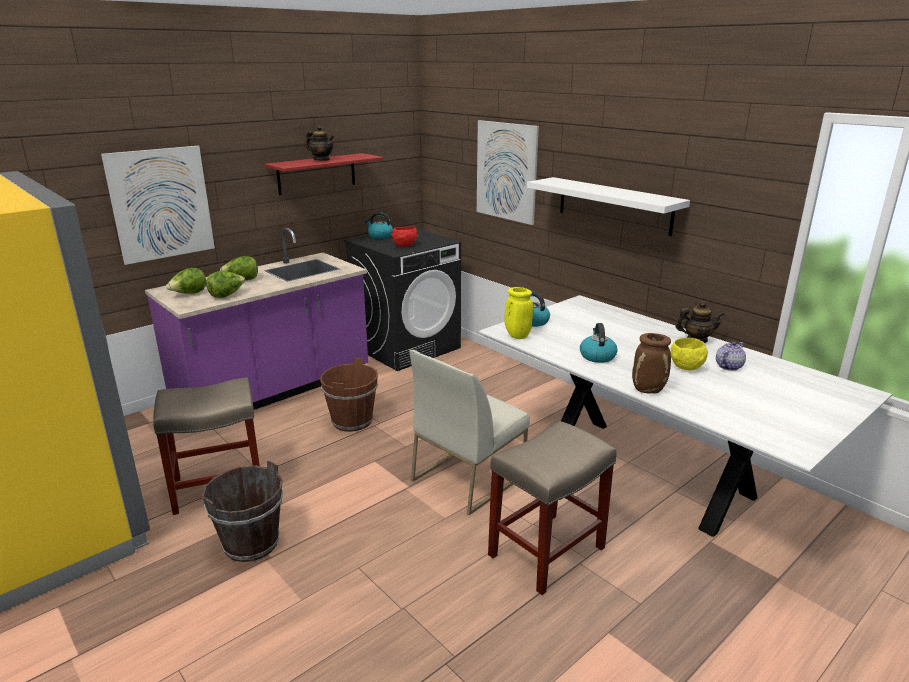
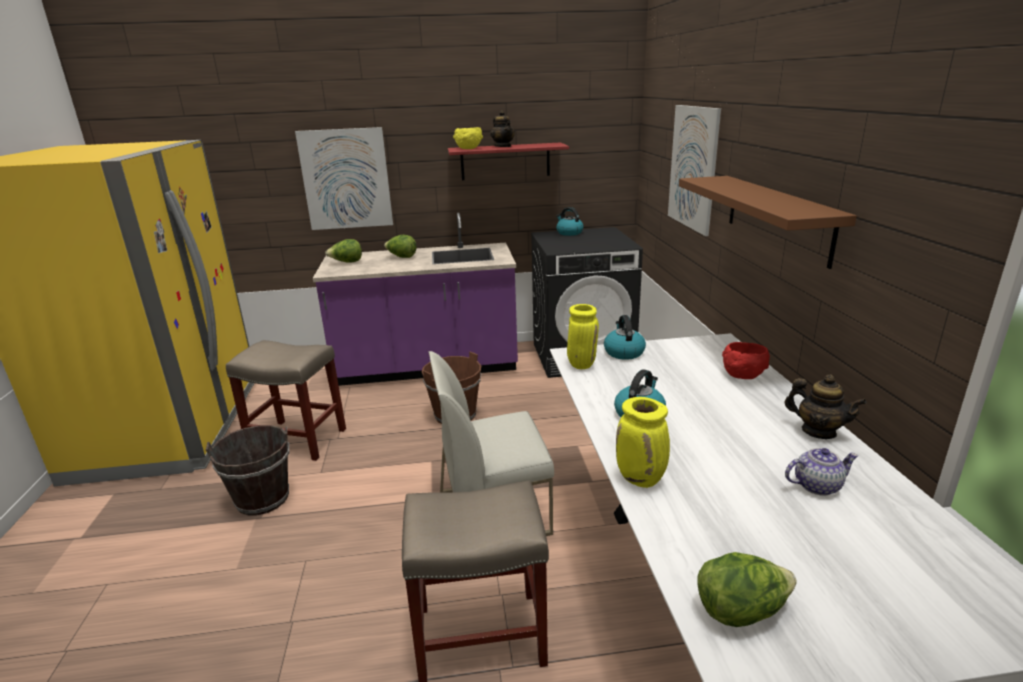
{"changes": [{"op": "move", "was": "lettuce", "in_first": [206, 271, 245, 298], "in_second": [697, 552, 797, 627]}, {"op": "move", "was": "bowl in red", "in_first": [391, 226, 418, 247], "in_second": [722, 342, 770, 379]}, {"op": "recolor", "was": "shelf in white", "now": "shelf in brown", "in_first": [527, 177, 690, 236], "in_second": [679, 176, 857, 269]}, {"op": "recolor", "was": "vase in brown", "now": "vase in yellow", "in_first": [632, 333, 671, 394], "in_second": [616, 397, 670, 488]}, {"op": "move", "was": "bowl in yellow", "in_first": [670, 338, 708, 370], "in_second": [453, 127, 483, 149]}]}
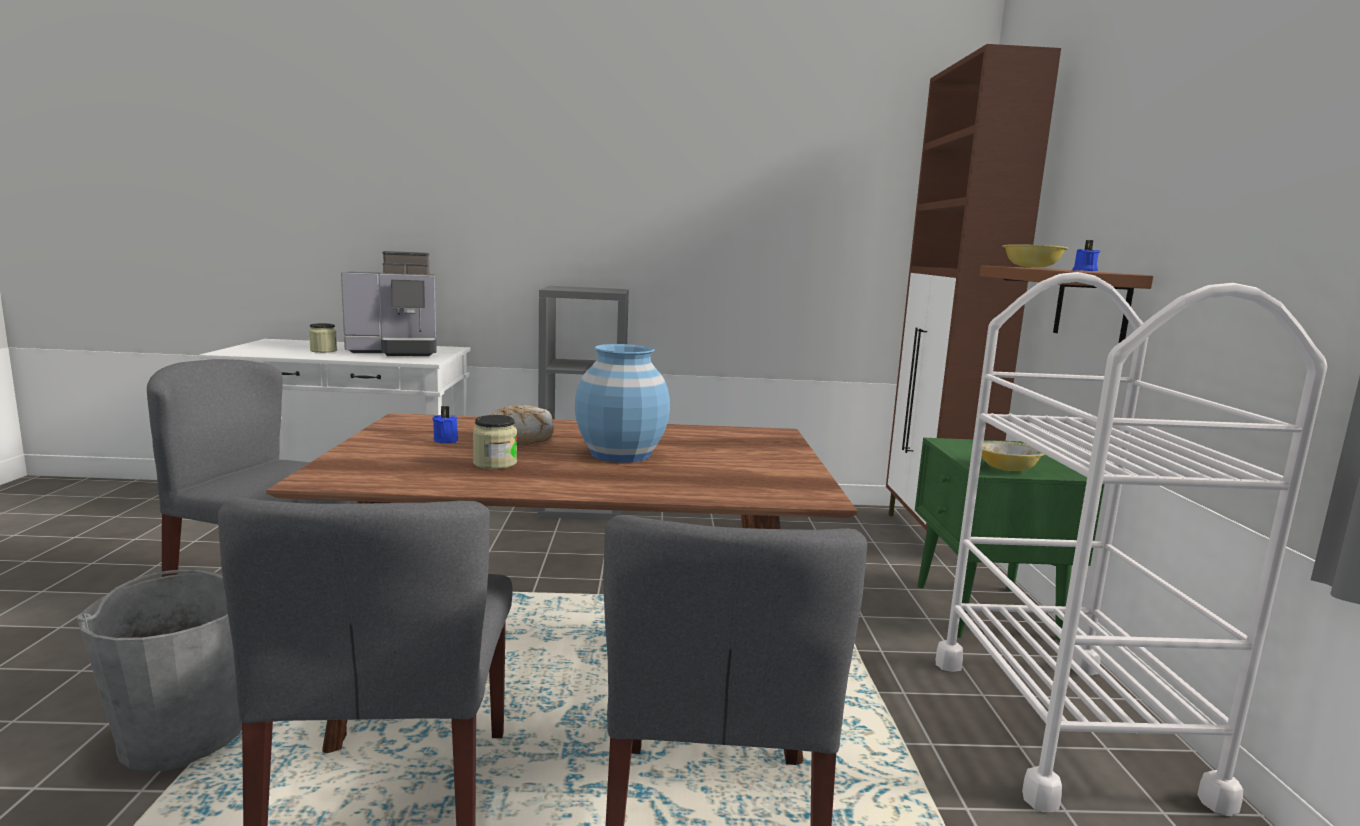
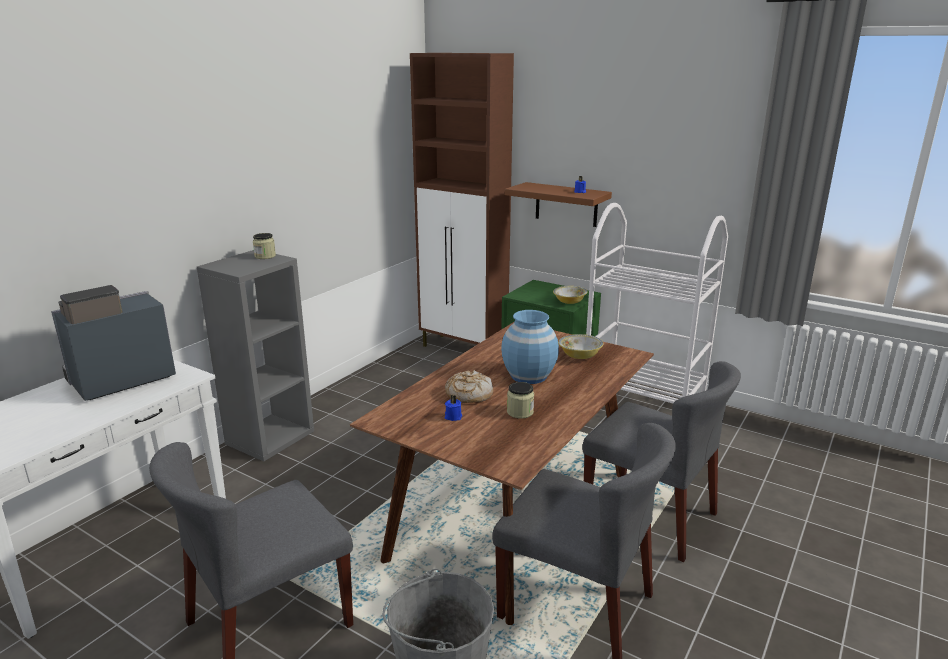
{"changes": [{"op": "move", "was": "jar", "in_first": [309, 323, 337, 353], "in_second": [253, 233, 276, 259]}, {"op": "rotate", "was": "coffee machine", "in_first": [341, 251, 437, 356], "in_second": [51, 285, 176, 401], "clockwise": -150}, {"op": "move", "was": "bowl", "in_first": [1002, 244, 1068, 268], "in_second": [558, 334, 604, 359]}]}
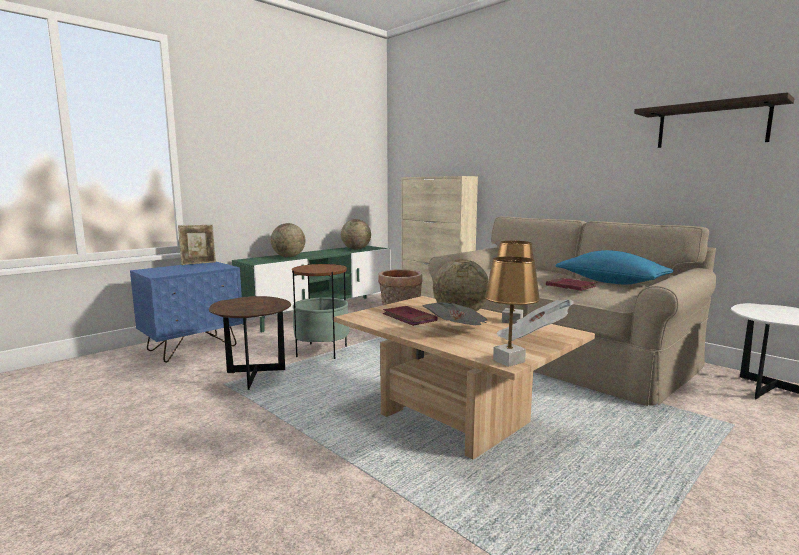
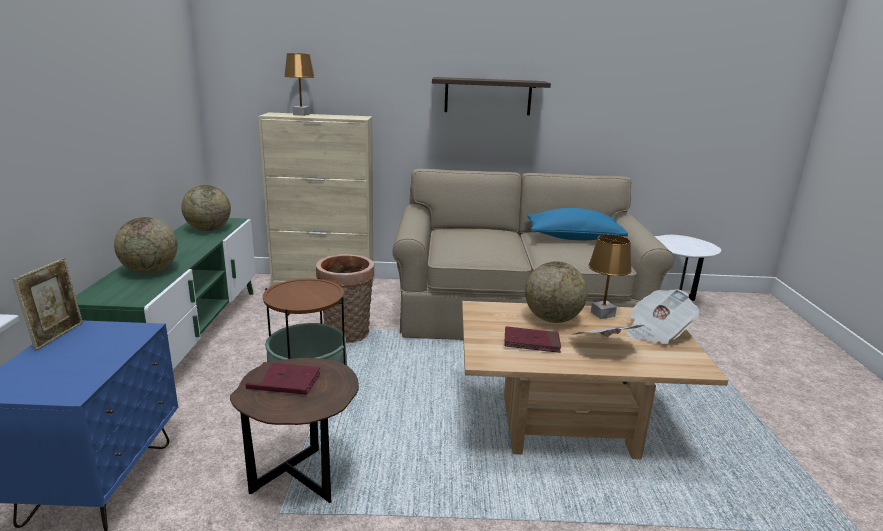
{"changes": [{"op": "move", "was": "table lamp in brown", "in_first": [484, 257, 540, 367], "in_second": [284, 53, 315, 116]}, {"op": "move", "was": "book in red", "in_first": [546, 278, 596, 291], "in_second": [246, 362, 321, 395]}, {"op": "move", "was": "shelf", "in_first": [634, 92, 794, 148], "in_second": [432, 77, 551, 115]}]}
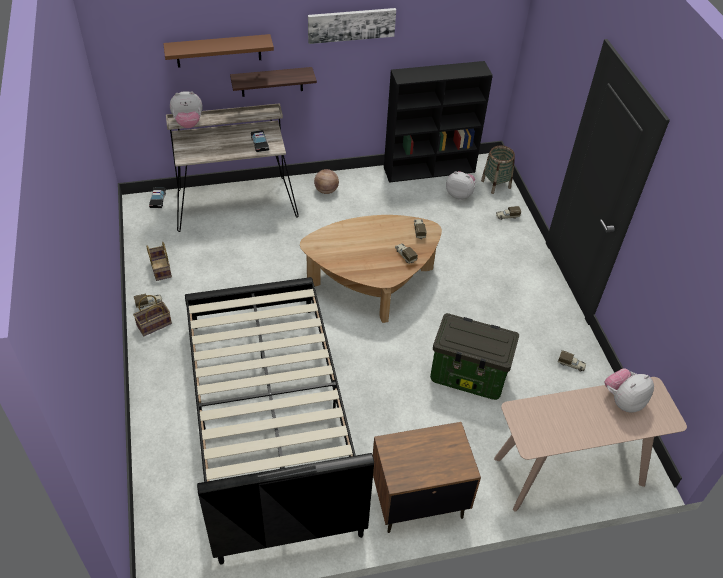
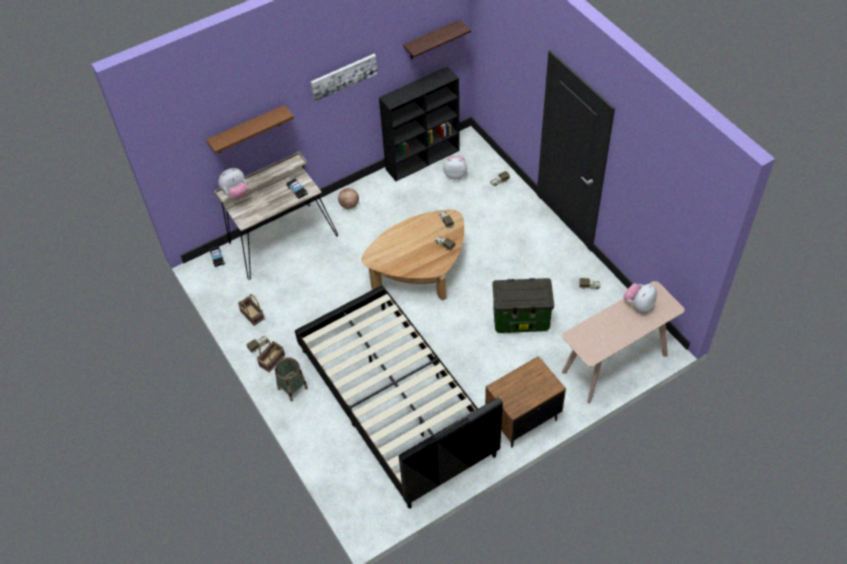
{"changes": [{"op": "move", "was": "shelf", "in_first": [230, 67, 317, 97], "in_second": [403, 20, 471, 59]}, {"op": "move", "was": "basket", "in_first": [481, 146, 515, 194], "in_second": [275, 357, 308, 402]}]}
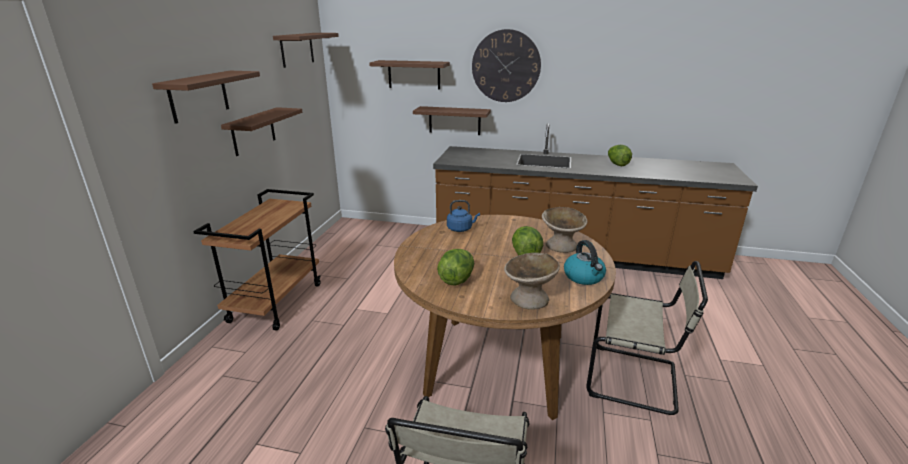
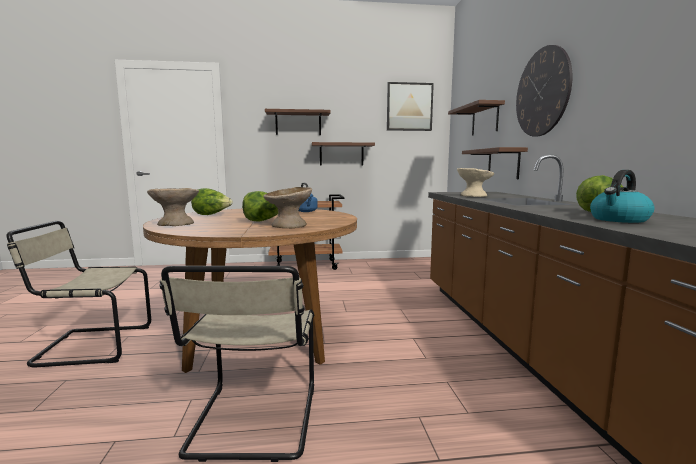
{"changes": [{"op": "replace", "was": "shelf in brown", "now": "picture", "in_first": [273, 33, 339, 68], "in_second": [387, 82, 434, 131]}, {"op": "move", "was": "kettle", "in_first": [564, 240, 606, 285], "in_second": [590, 170, 654, 223]}, {"op": "insert", "now": "bowl in beige", "in_second": [457, 168, 494, 197]}]}
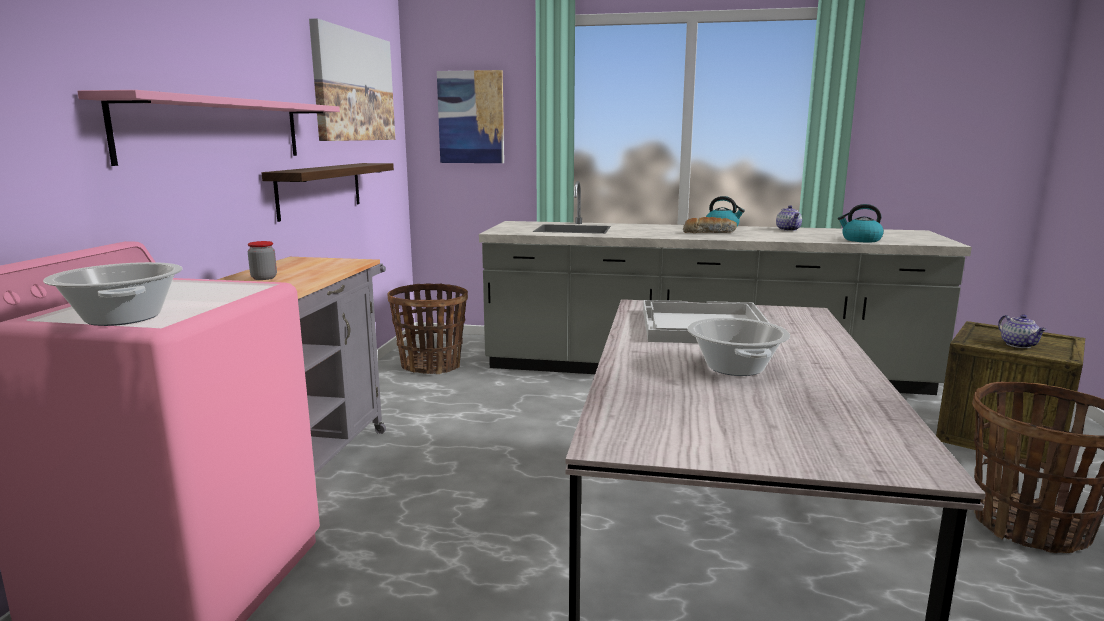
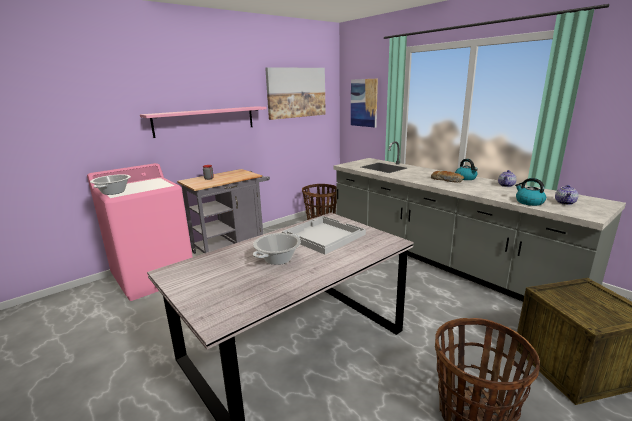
{"changes": [{"op": "delete", "was": "shelf", "in_first": [262, 163, 394, 222]}, {"op": "move", "was": "teapot", "in_first": [998, 314, 1047, 348], "in_second": [555, 185, 578, 205]}]}
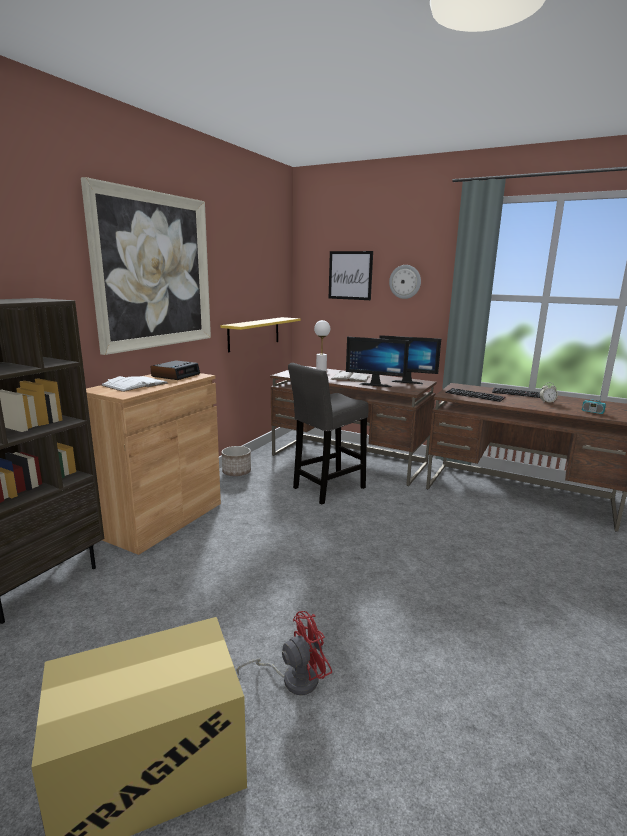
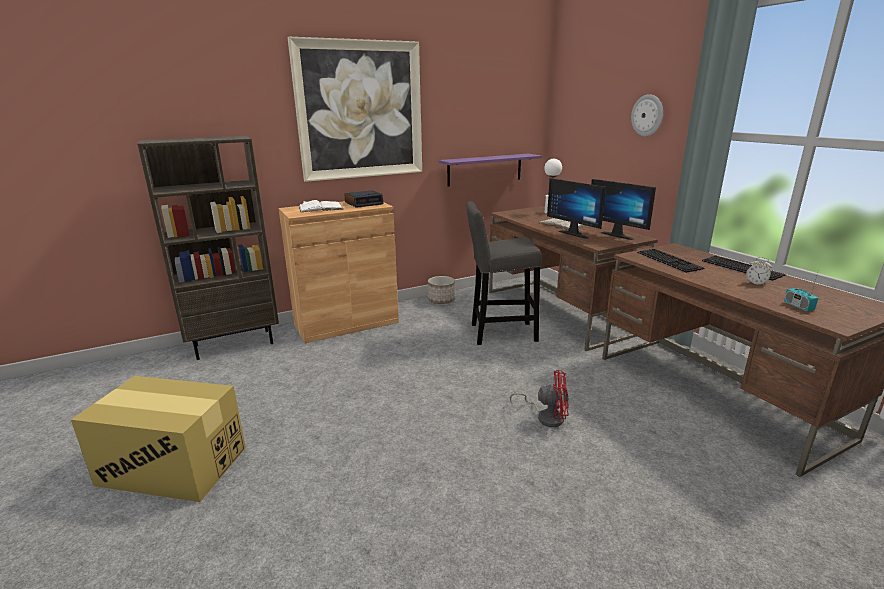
{"changes": [{"op": "recolor", "was": "shelf in yellow", "now": "shelf in purple", "in_first": [220, 317, 300, 352], "in_second": [438, 154, 542, 187]}, {"op": "move", "was": "fan in red", "in_first": [236, 611, 332, 695], "in_second": [510, 370, 569, 427]}, {"op": "delete", "was": "picture", "in_first": [329, 251, 373, 300]}]}
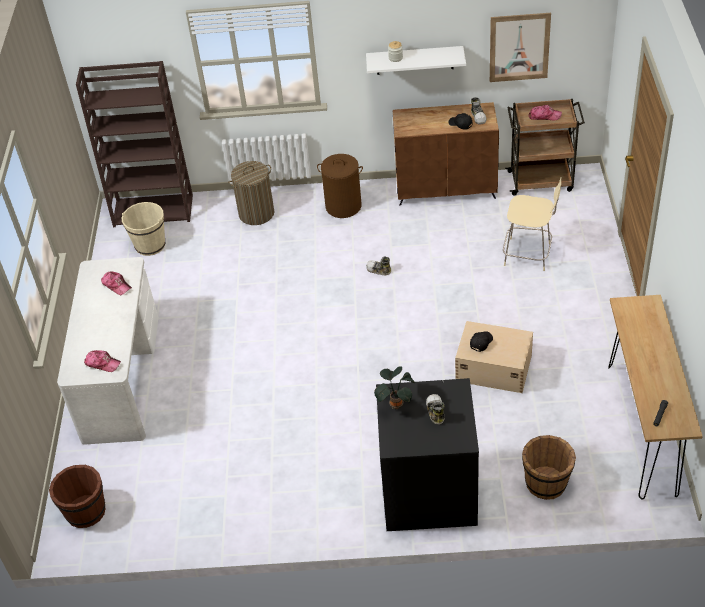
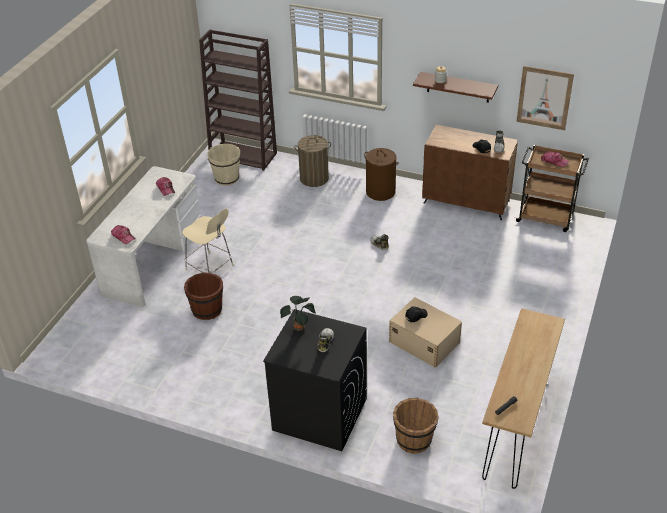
{"changes": [{"op": "move", "was": "bucket in brown", "in_first": [49, 465, 106, 528], "in_second": [184, 273, 223, 320]}, {"op": "recolor", "was": "shelf in white", "now": "shelf in brown", "in_first": [366, 46, 466, 75], "in_second": [413, 72, 498, 103]}, {"op": "move", "was": "chair in beige", "in_first": [503, 177, 562, 271], "in_second": [182, 209, 233, 273]}]}
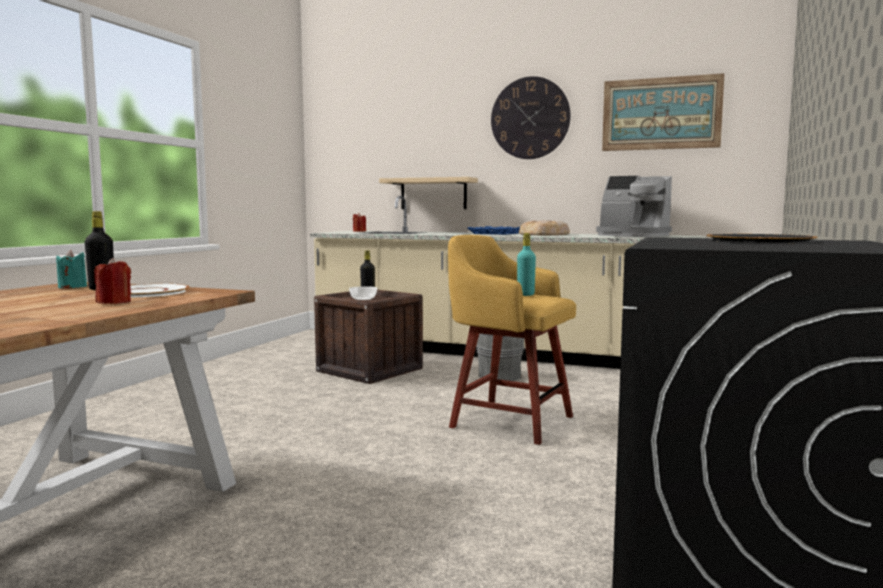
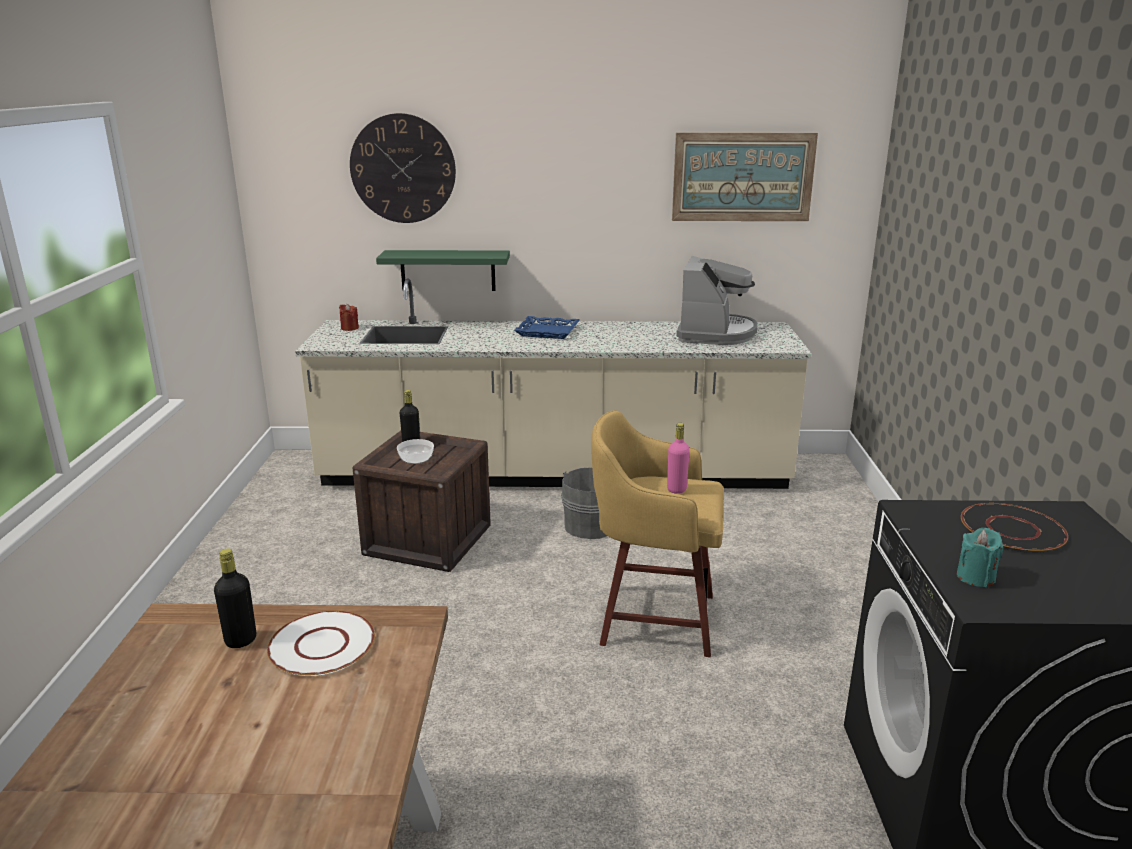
{"changes": [{"op": "move", "was": "candle in turquoise", "in_first": [56, 250, 87, 288], "in_second": [957, 528, 1003, 588]}, {"op": "delete", "was": "candle in red", "in_first": [94, 258, 131, 304]}, {"op": "recolor", "was": "shelf in beige", "now": "shelf in green", "in_first": [379, 177, 478, 209], "in_second": [376, 250, 510, 291]}, {"op": "move", "was": "wall clock", "in_first": [491, 76, 571, 159], "in_second": [350, 113, 456, 223]}, {"op": "recolor", "was": "bottle in turquoise", "now": "bottle in pink", "in_first": [517, 233, 536, 296], "in_second": [667, 423, 690, 494]}, {"op": "delete", "was": "bread", "in_first": [519, 220, 570, 235]}, {"op": "rotate", "was": "coffee machine", "in_first": [596, 176, 672, 237], "in_second": [676, 256, 758, 345], "clockwise": -90}]}
